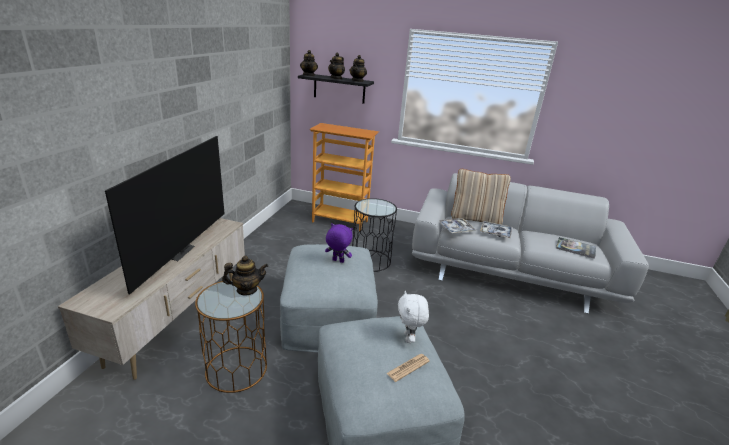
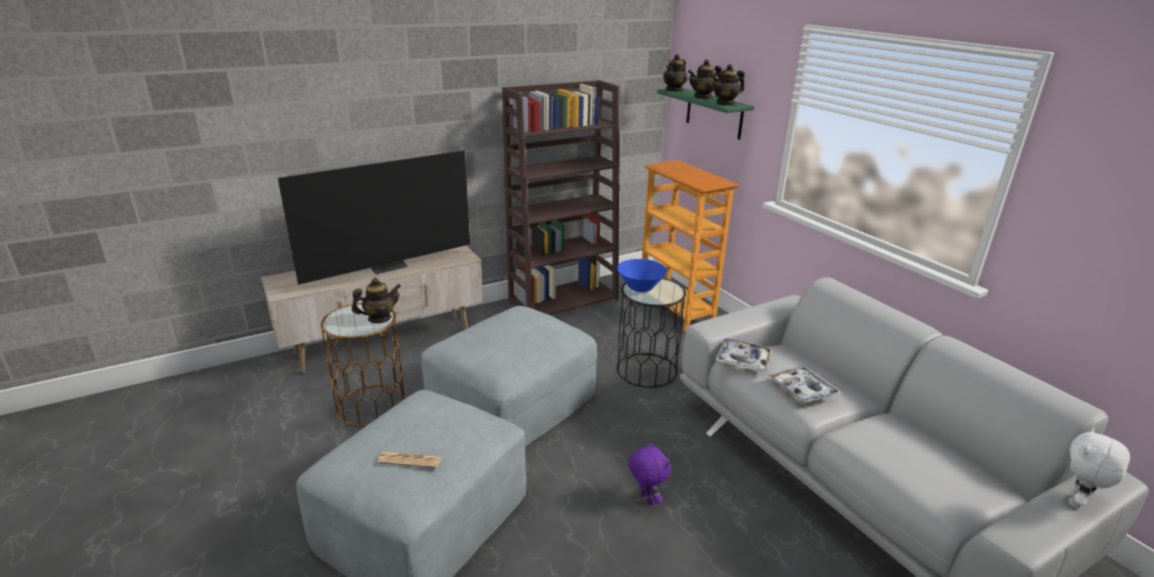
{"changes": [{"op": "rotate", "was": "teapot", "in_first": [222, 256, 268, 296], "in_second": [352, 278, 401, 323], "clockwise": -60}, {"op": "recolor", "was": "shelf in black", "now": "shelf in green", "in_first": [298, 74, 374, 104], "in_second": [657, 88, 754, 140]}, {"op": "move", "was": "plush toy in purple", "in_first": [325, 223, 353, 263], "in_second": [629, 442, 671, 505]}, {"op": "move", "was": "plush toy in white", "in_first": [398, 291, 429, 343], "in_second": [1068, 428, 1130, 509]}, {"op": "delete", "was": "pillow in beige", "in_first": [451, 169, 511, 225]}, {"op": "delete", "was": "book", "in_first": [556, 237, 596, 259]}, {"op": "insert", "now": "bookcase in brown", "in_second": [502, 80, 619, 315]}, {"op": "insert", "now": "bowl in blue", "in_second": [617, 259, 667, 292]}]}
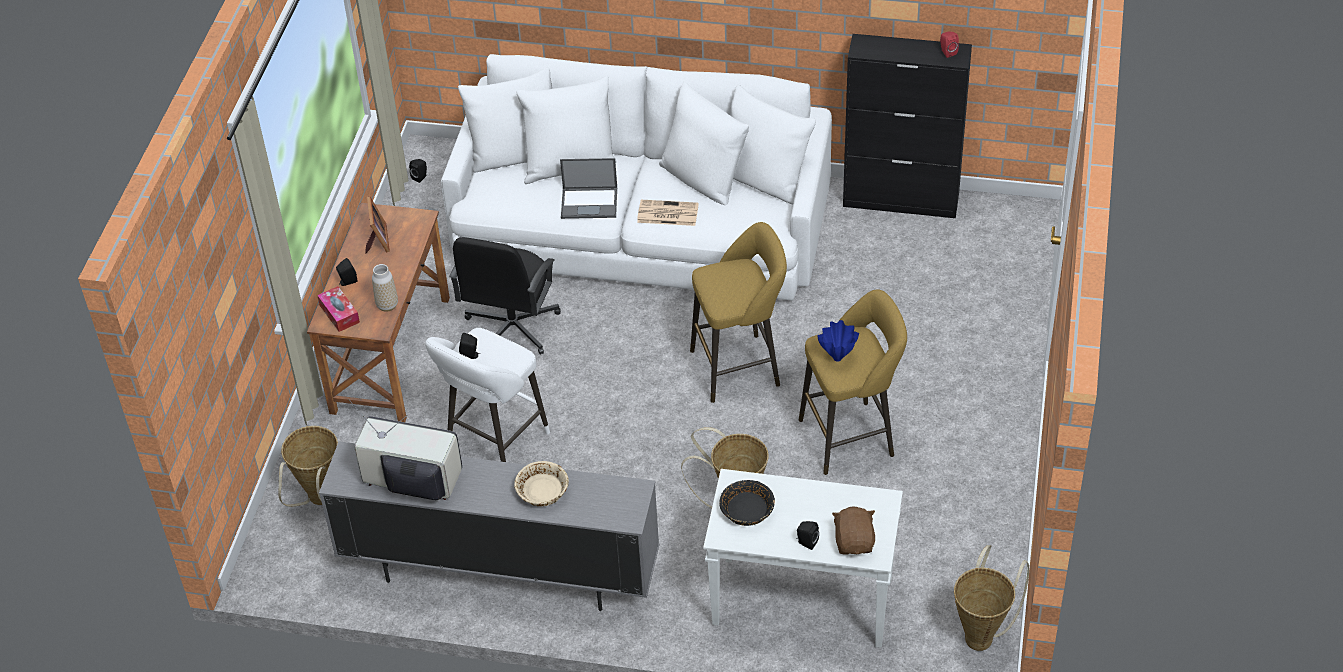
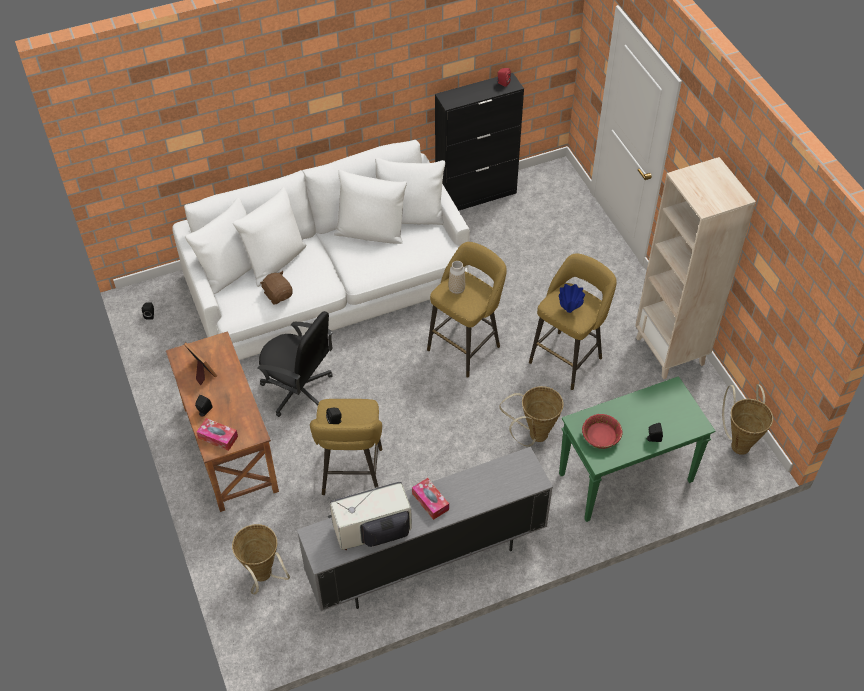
{"changes": [{"op": "move", "was": "vase", "in_first": [372, 264, 398, 312], "in_second": [449, 261, 465, 294]}, {"op": "recolor", "was": "stool in white", "now": "stool in yellow", "in_first": [425, 328, 550, 462], "in_second": [310, 399, 382, 495]}, {"op": "rotate", "was": "office chair in black", "in_first": [449, 237, 561, 355], "in_second": [257, 311, 333, 417], "clockwise": -45}, {"op": "delete", "was": "bowl in beige", "in_first": [514, 461, 569, 506]}, {"op": "delete", "was": "laptop", "in_first": [560, 158, 617, 219]}, {"op": "delete", "was": "newspaper", "in_first": [637, 200, 699, 226]}, {"op": "recolor", "was": "console table in white", "now": "console table in green", "in_first": [703, 469, 903, 648], "in_second": [559, 376, 715, 522]}, {"op": "recolor", "was": "bowl in black", "now": "bowl in red", "in_first": [719, 480, 775, 526], "in_second": [582, 414, 623, 449]}, {"op": "move", "was": "plush toy in brown", "in_first": [832, 507, 875, 554], "in_second": [260, 271, 293, 305]}, {"op": "insert", "now": "tissue box", "in_second": [412, 478, 449, 520]}, {"op": "insert", "now": "bookcase in beige", "in_second": [635, 157, 756, 379]}]}
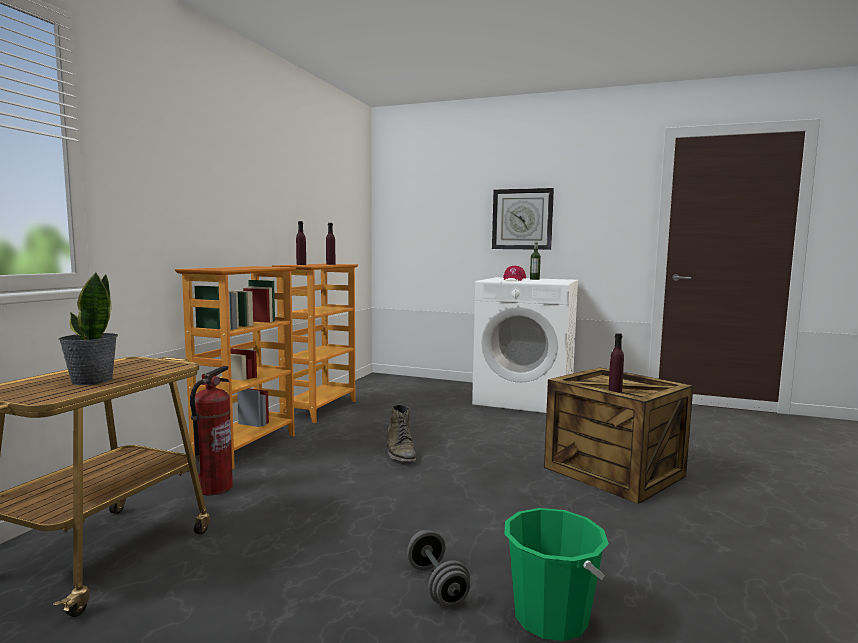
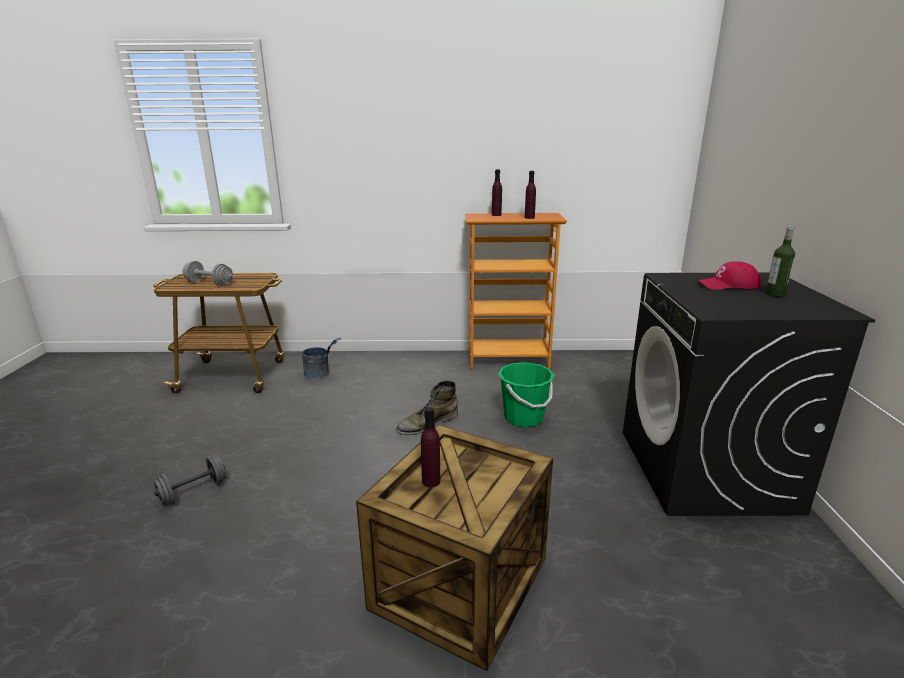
{"changes": [{"op": "replace", "was": "potted plant", "now": "dumbbell in grey", "in_first": [59, 272, 118, 385], "in_second": [183, 261, 233, 286]}, {"op": "delete", "was": "bookcase", "in_first": [175, 266, 296, 469]}, {"op": "replace", "was": "fire extinguisher", "now": "bucket in grey", "in_first": [190, 366, 233, 495], "in_second": [302, 337, 341, 380]}, {"op": "recolor", "was": "washing machine in white", "now": "washing machine in black", "in_first": [472, 277, 578, 413], "in_second": [623, 272, 875, 516]}, {"op": "delete", "was": "wall clock", "in_first": [492, 188, 554, 250]}, {"op": "move", "was": "bucket in green", "in_first": [505, 508, 609, 641], "in_second": [498, 362, 554, 427]}]}
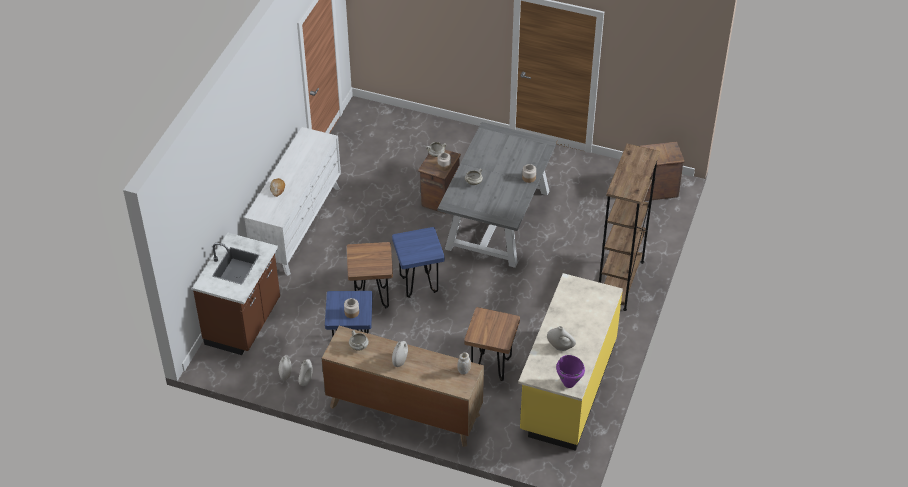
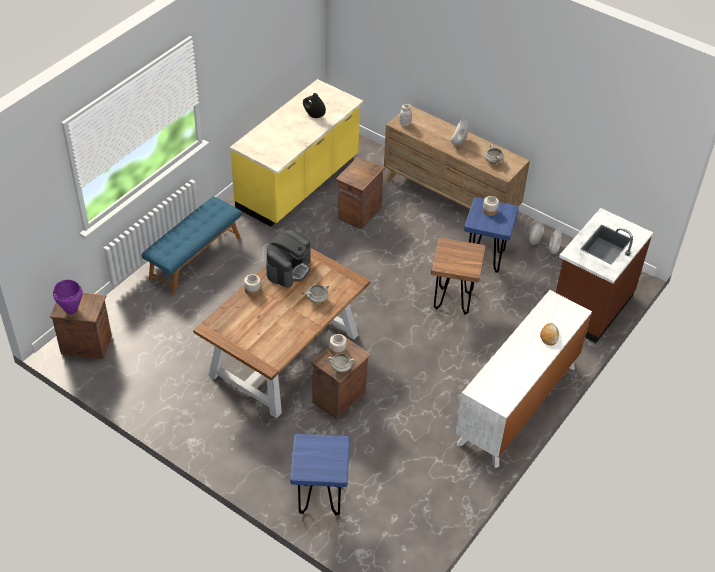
{"changes": [{"op": "move", "was": "stool in blue", "in_first": [392, 227, 445, 298], "in_second": [290, 434, 350, 515]}, {"op": "recolor", "was": "dining table in grey", "now": "dining table in brown", "in_first": [437, 122, 557, 268], "in_second": [193, 248, 370, 419]}, {"op": "replace", "was": "stool in brown", "now": "crate", "in_first": [464, 307, 520, 381], "in_second": [336, 157, 385, 229]}, {"op": "recolor", "was": "vase in white", "now": "vase in black", "in_first": [547, 326, 576, 351], "in_second": [303, 93, 326, 118]}, {"op": "move", "was": "cooking pot in purple", "in_first": [556, 355, 585, 388], "in_second": [53, 280, 83, 314]}, {"op": "replace", "was": "bookcase in brown", "now": "bench in blue", "in_first": [599, 144, 660, 311], "in_second": [142, 196, 242, 295]}, {"op": "insert", "now": "coffee machine", "in_second": [266, 229, 311, 288]}]}
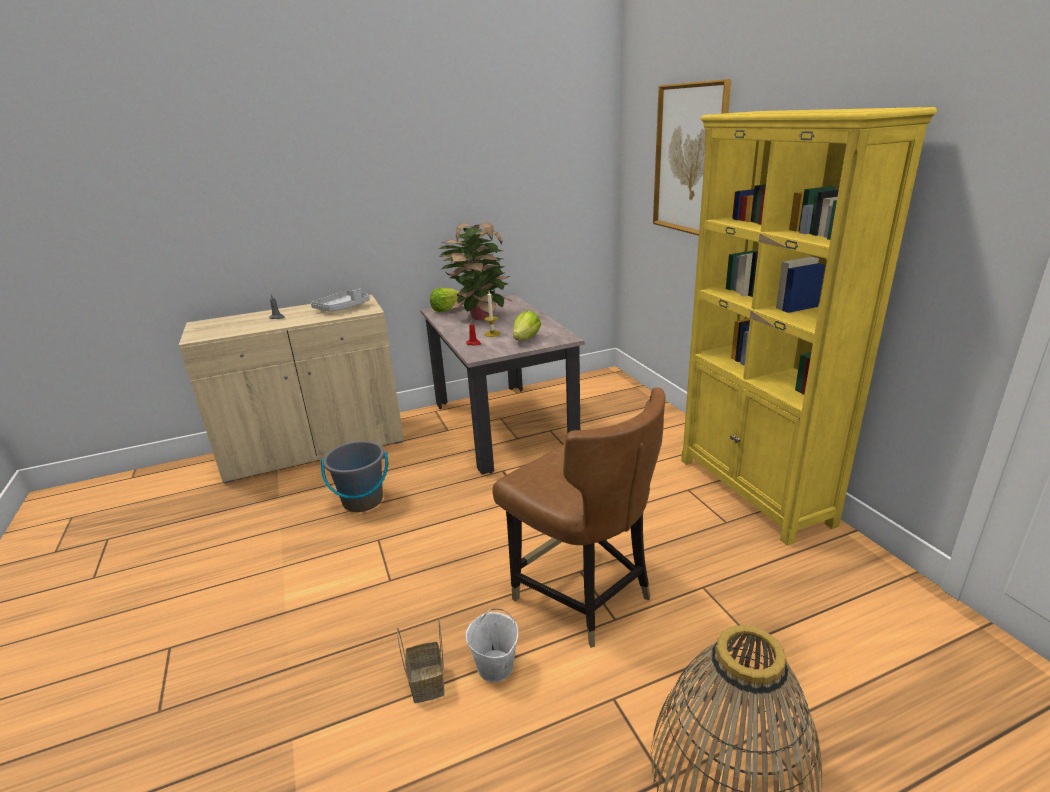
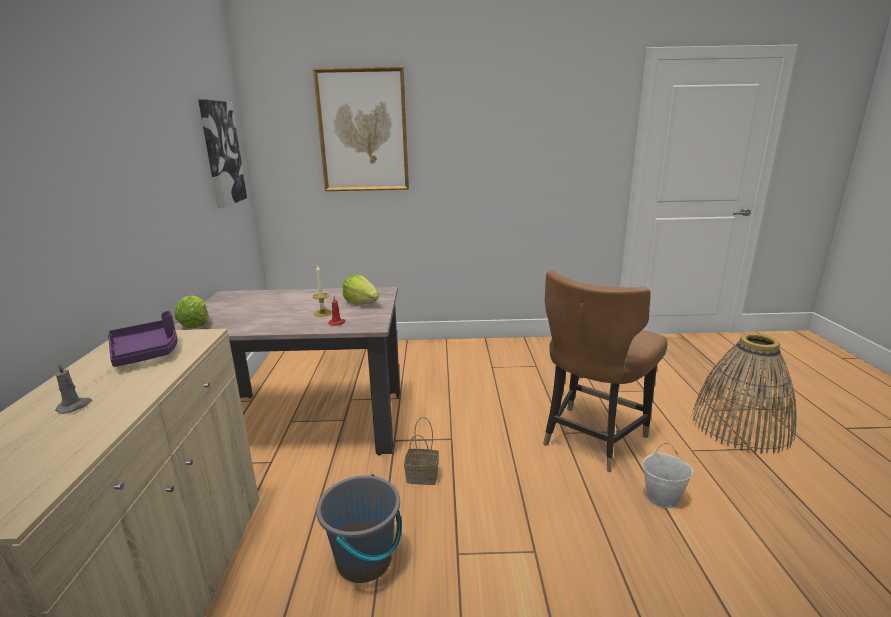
{"changes": [{"op": "recolor", "was": "tray in grey", "now": "tray in purple", "in_first": [311, 288, 370, 312], "in_second": [108, 311, 178, 367]}, {"op": "move", "was": "basket", "in_first": [397, 619, 445, 703], "in_second": [404, 417, 439, 485]}, {"op": "delete", "was": "potted plant", "in_first": [439, 223, 511, 320]}, {"op": "rotate", "was": "chair in brown", "in_first": [492, 387, 666, 648], "in_second": [543, 271, 668, 472], "clockwise": 150}, {"op": "delete", "was": "bookcase in yellow", "in_first": [681, 107, 937, 545]}, {"op": "insert", "now": "picture", "in_second": [198, 99, 247, 208]}]}
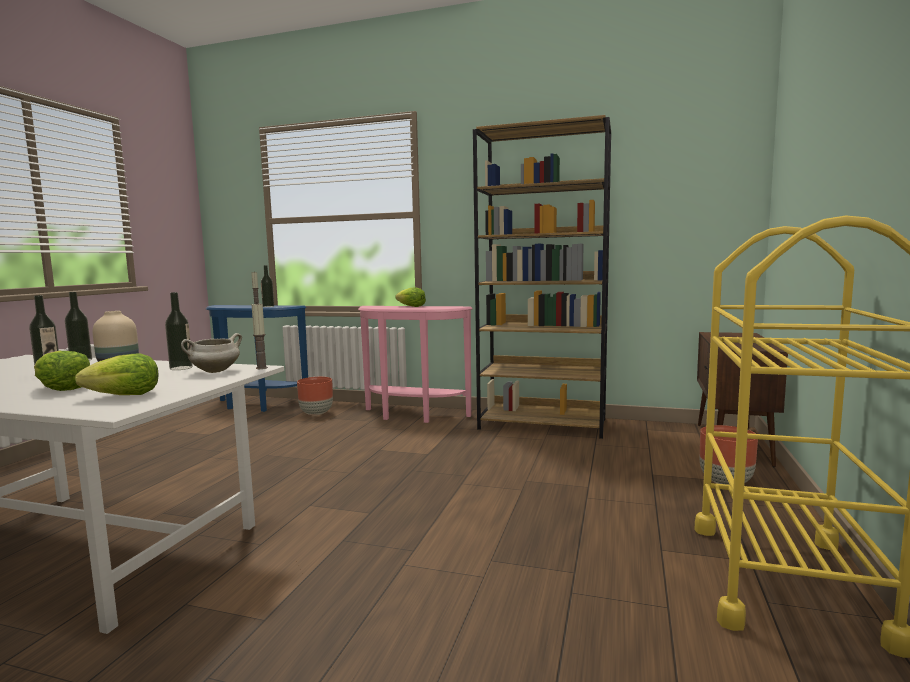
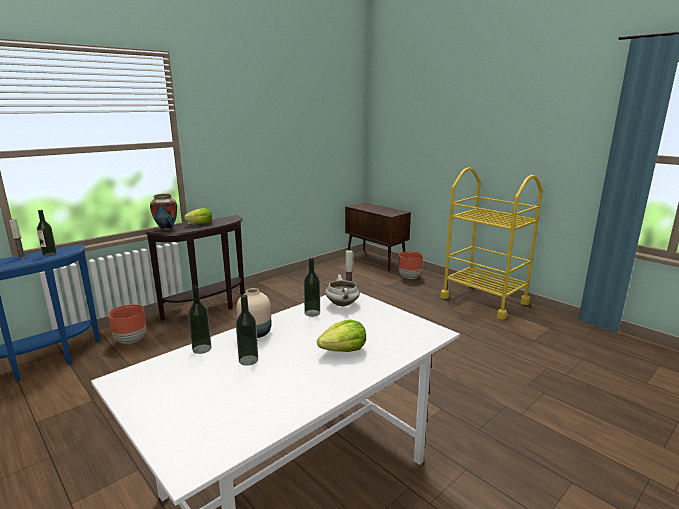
{"changes": [{"op": "delete", "was": "lettuce", "in_first": [75, 354, 159, 395]}, {"op": "recolor", "was": "console table in pink", "now": "console table in brown", "in_first": [358, 306, 473, 423], "in_second": [145, 215, 245, 321]}, {"op": "delete", "was": "bookcase in brown", "in_first": [473, 115, 611, 439]}, {"op": "insert", "now": "vase", "in_second": [150, 194, 177, 231]}]}
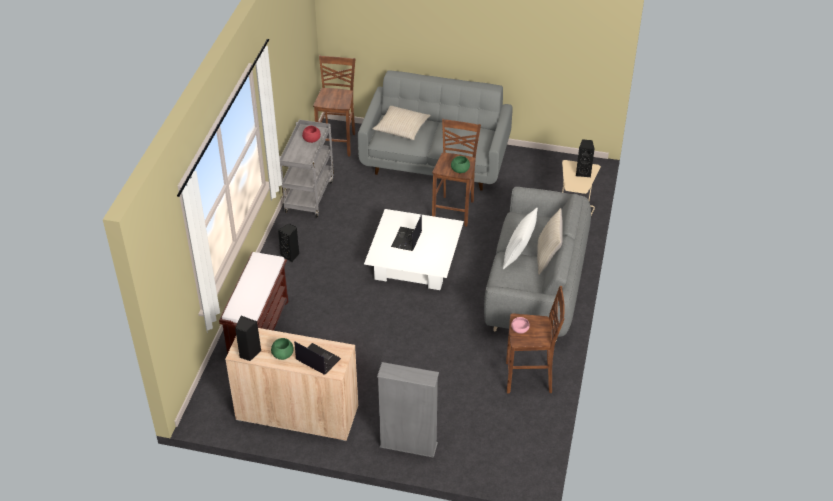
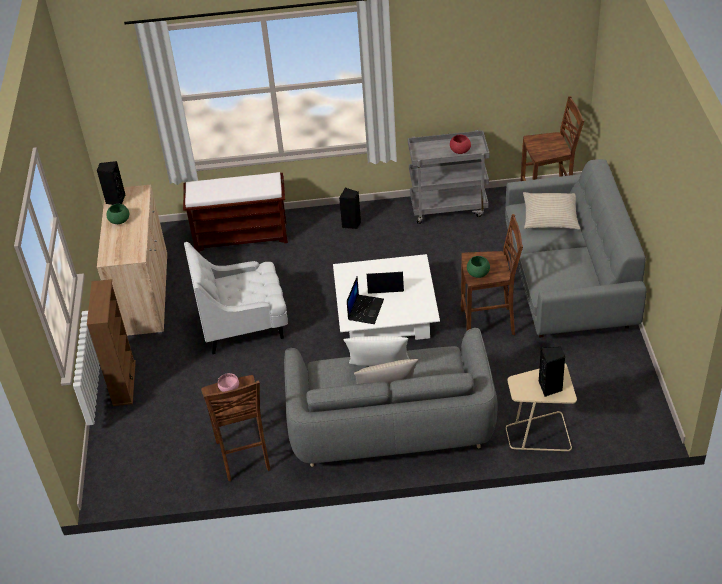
{"changes": [{"op": "move", "was": "laptop", "in_first": [294, 341, 341, 375], "in_second": [347, 277, 384, 324]}, {"op": "recolor", "was": "bookcase in grey", "now": "bookcase in brown", "in_first": [377, 362, 439, 458], "in_second": [87, 279, 136, 406]}, {"op": "insert", "now": "armchair in white", "in_second": [184, 242, 288, 354]}]}
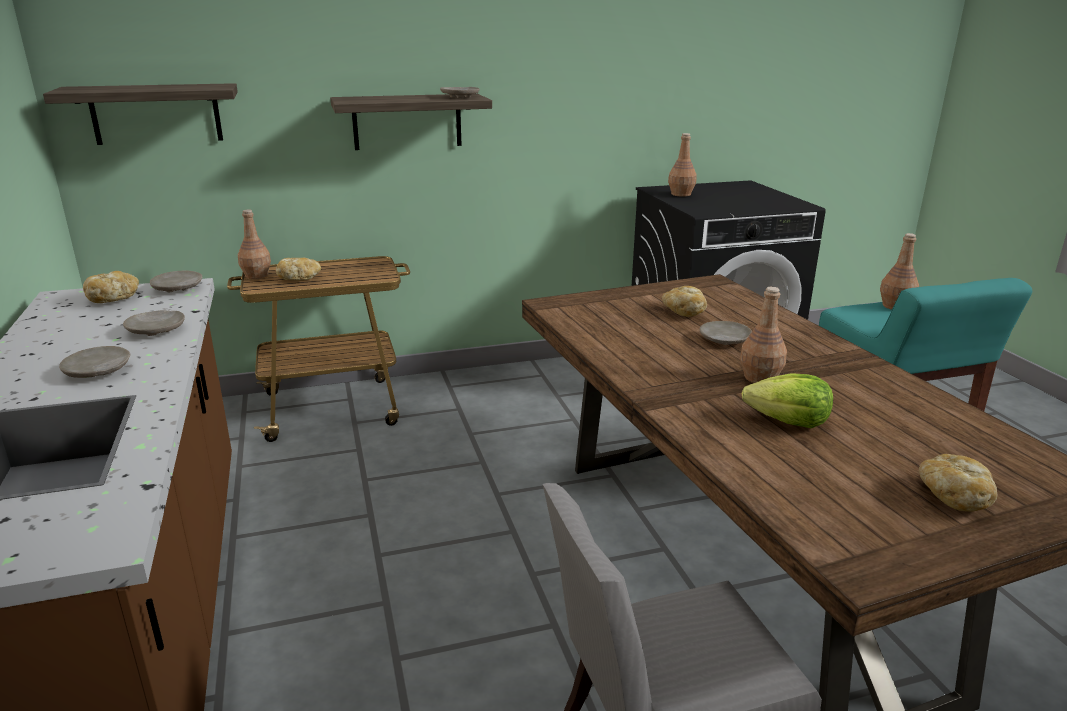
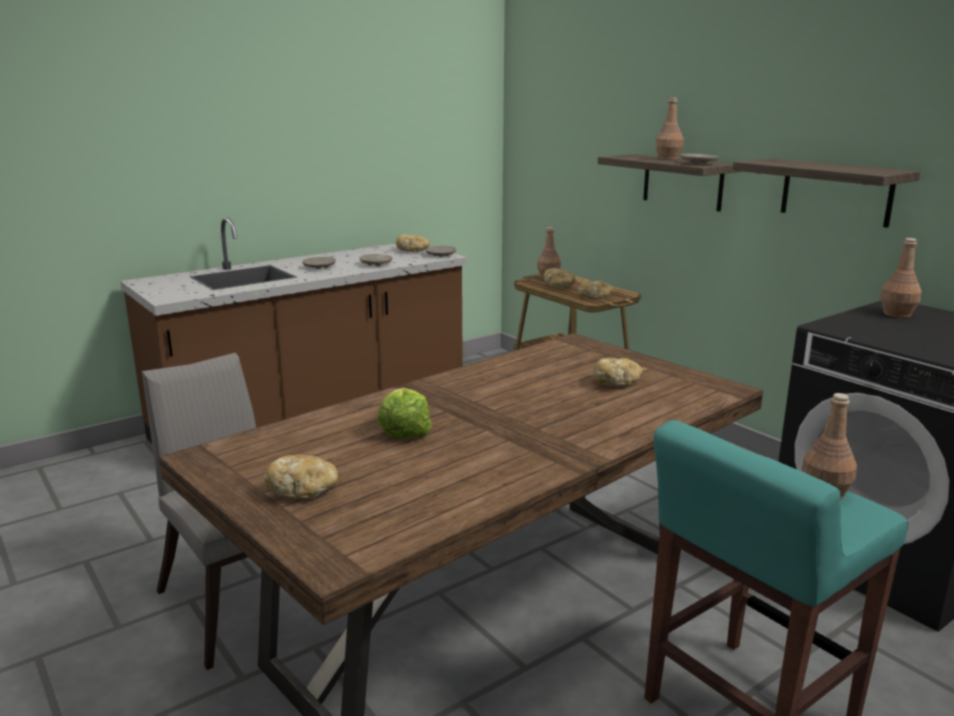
{"changes": [{"op": "move", "was": "shelf", "in_first": [43, 83, 238, 145], "in_second": [733, 158, 920, 228]}, {"op": "delete", "was": "plate in beige", "in_first": [700, 321, 752, 345]}, {"op": "move", "was": "bottle in brown", "in_first": [740, 287, 787, 383], "in_second": [655, 98, 684, 160]}, {"op": "insert", "now": "bread", "in_second": [578, 280, 613, 299]}]}
